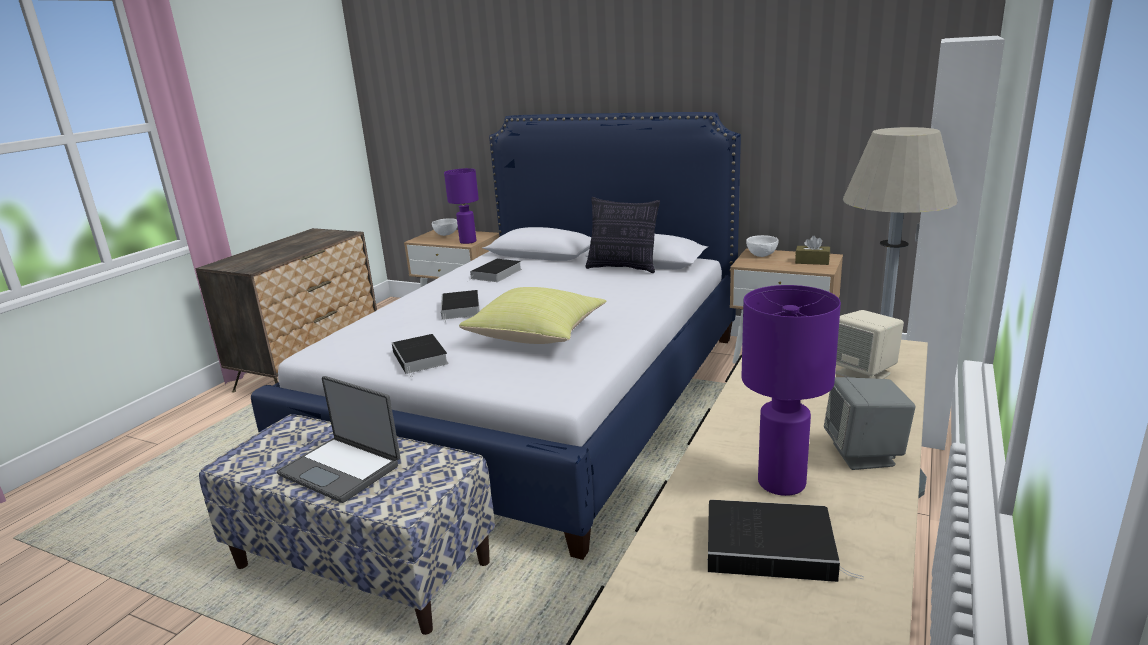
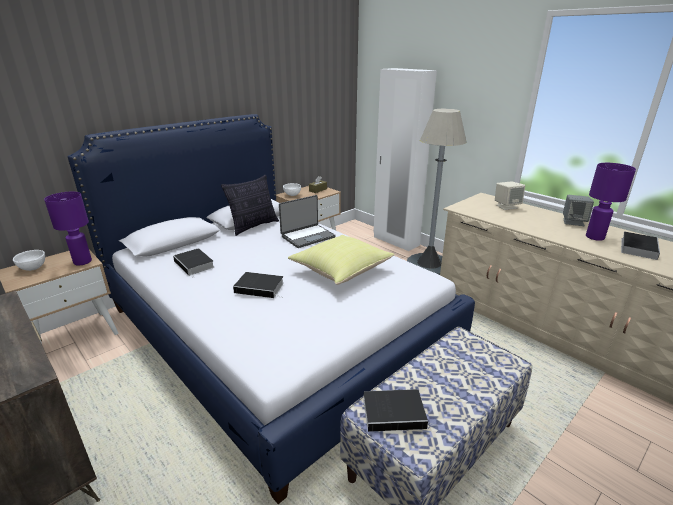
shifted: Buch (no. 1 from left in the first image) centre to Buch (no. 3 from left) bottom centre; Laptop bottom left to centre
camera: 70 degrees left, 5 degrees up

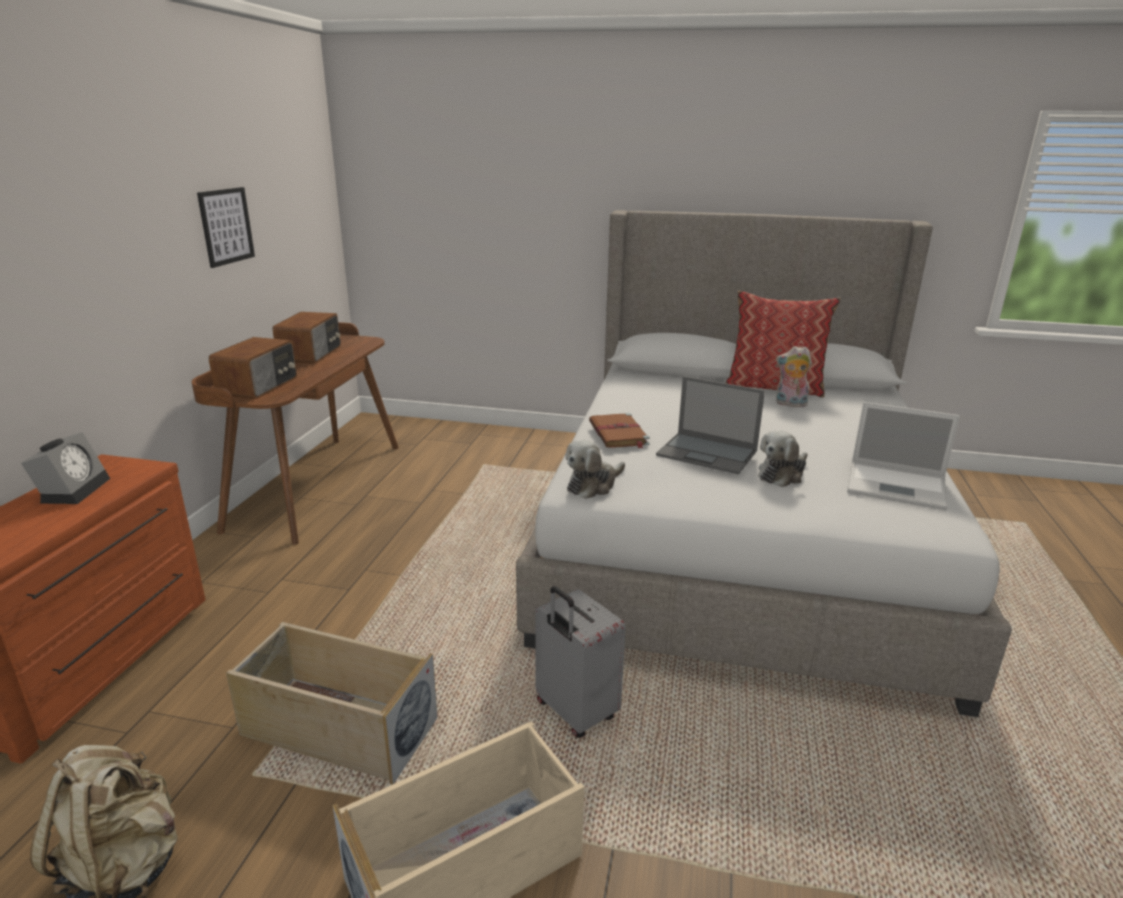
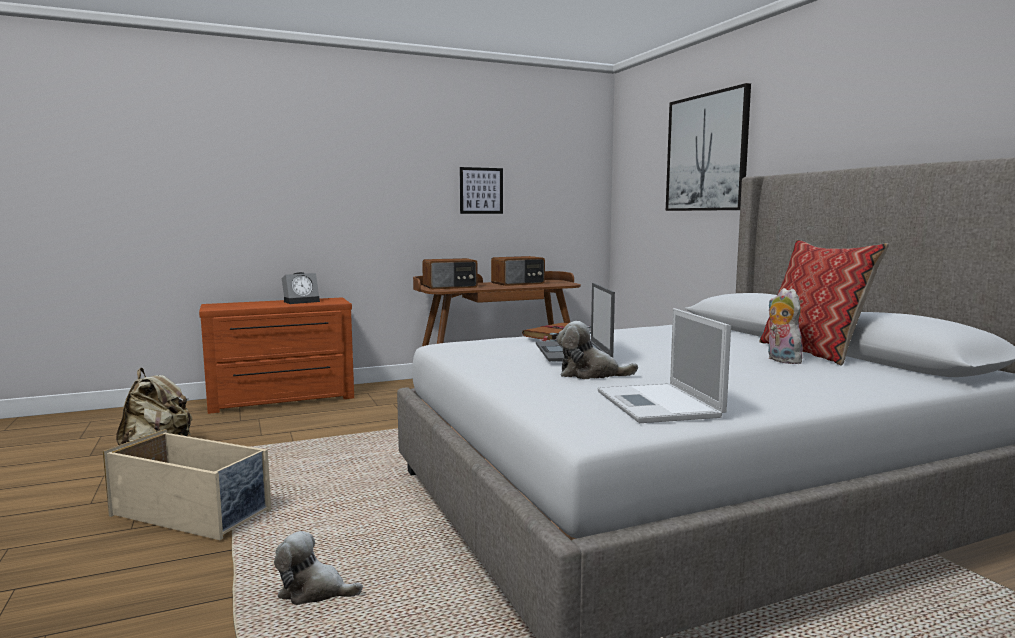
gone: Koffer (grau) bottom centre; Aufbewahrungsbox (beige) (no. 1 from left) bottom left
new: Bild (no. 2 from left) top right
shifted: Plüschtier (no. 1 from left) centre to bottom left
camera: 55 degrees right, 15 degrees down

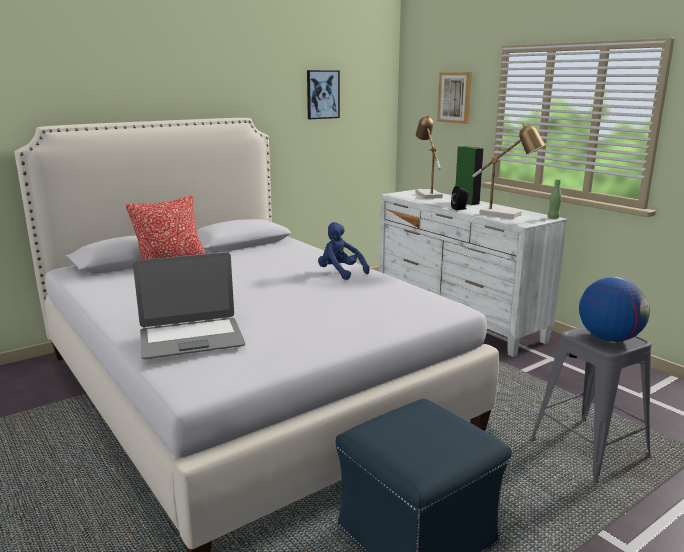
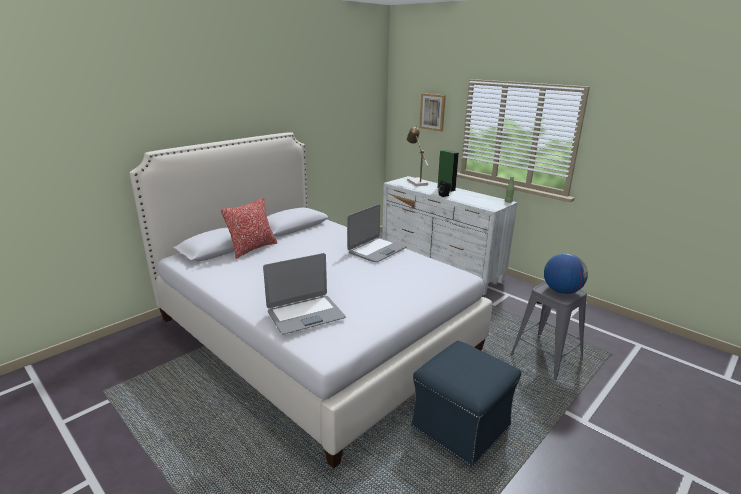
gone: Bild (no. 1 from left) top centre; Tischlampe (no. 2 from left) top right
swapped: Plüschtier (blau) centre to Laptop (no. 2 from left) centre
camera: 10 degrees left, 5 degrees up

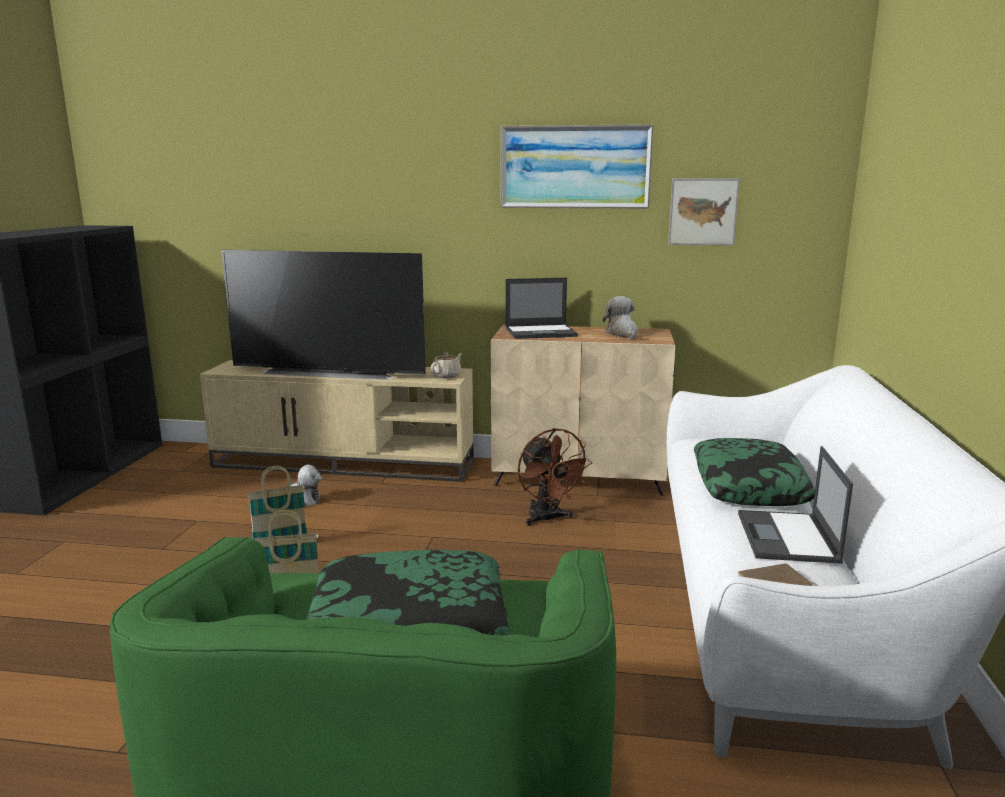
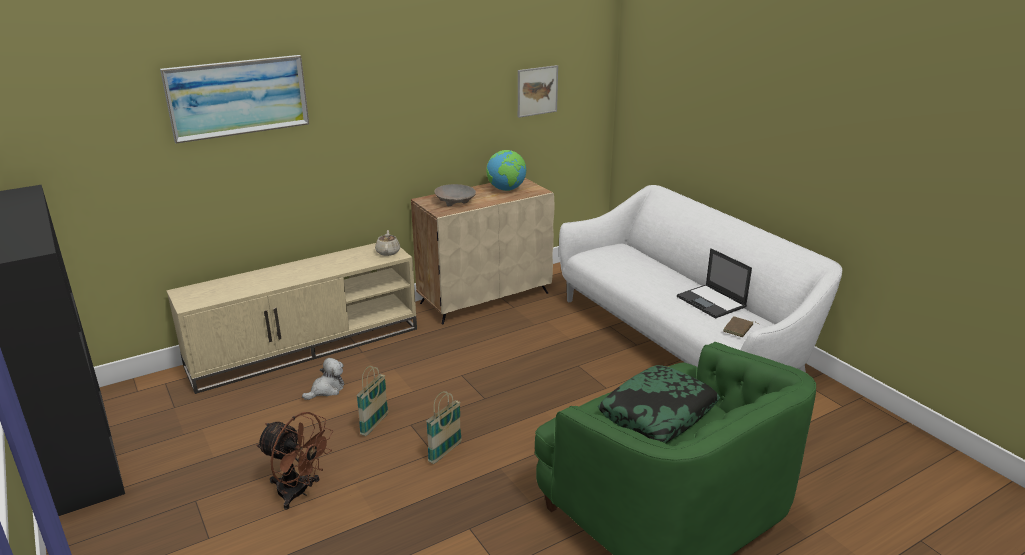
gone: Fernseher middle left; Kissen (no. 2 from left) middle right
shifted: Bild (no. 1 from left) top centre to top left; Ventilator (braun) centre to bottom left
swapped: Laptop (no. 1 from left) centre to Schüssel (beige) centre; Plüschtier (no. 2 from left) centre to Globus top centre
camera: 40 degrees left, 10 degrees up

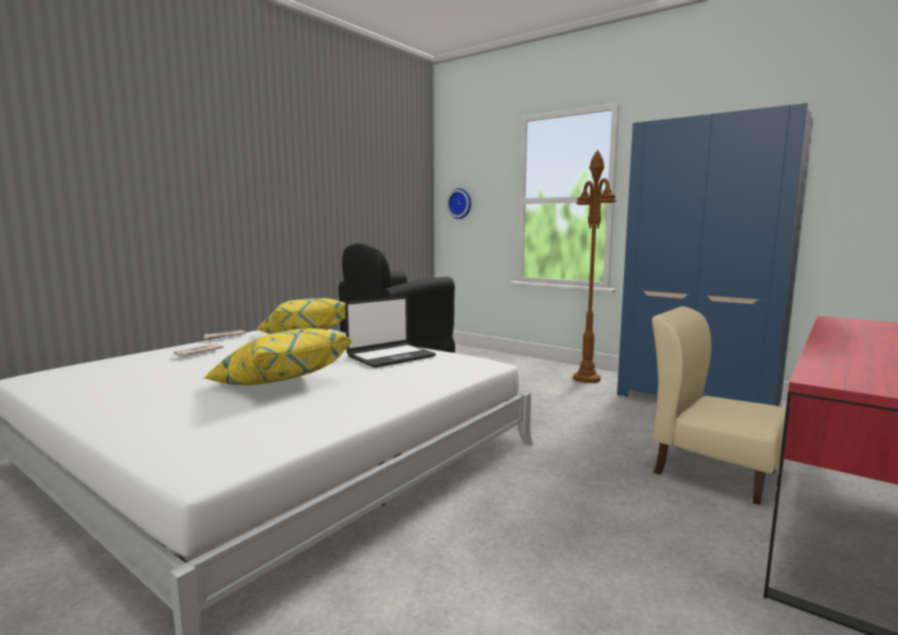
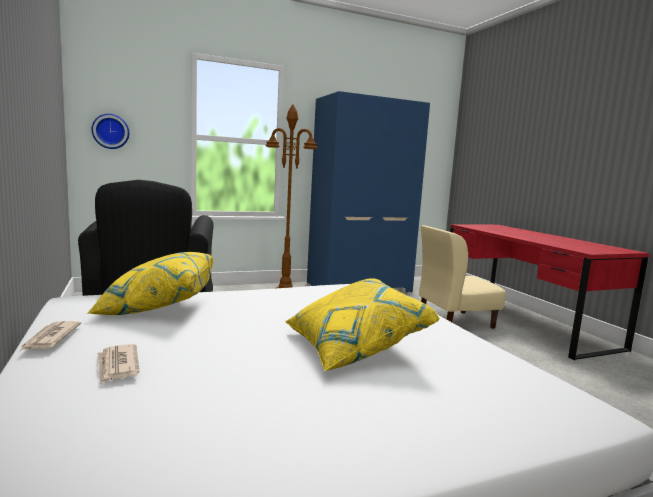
gone: Laptop centre
camera: 60 degrees left, 0 degrees up

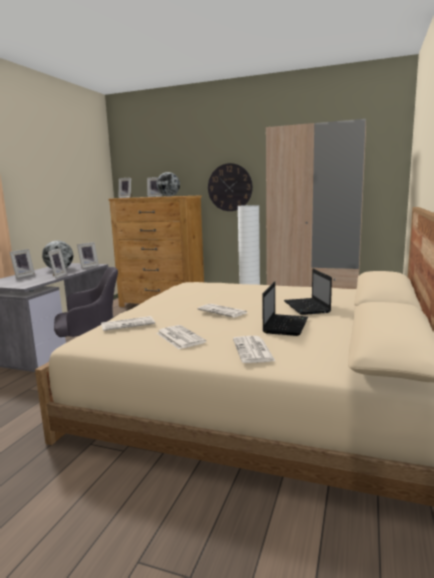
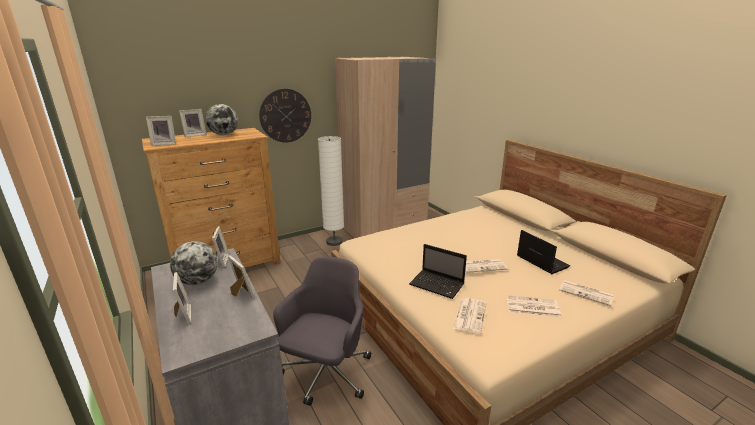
shifted: Laptop (no. 2 from left in the first image) middle right to Laptop (no. 1 from left) centre
camera: 50 degrees left, 10 degrees up

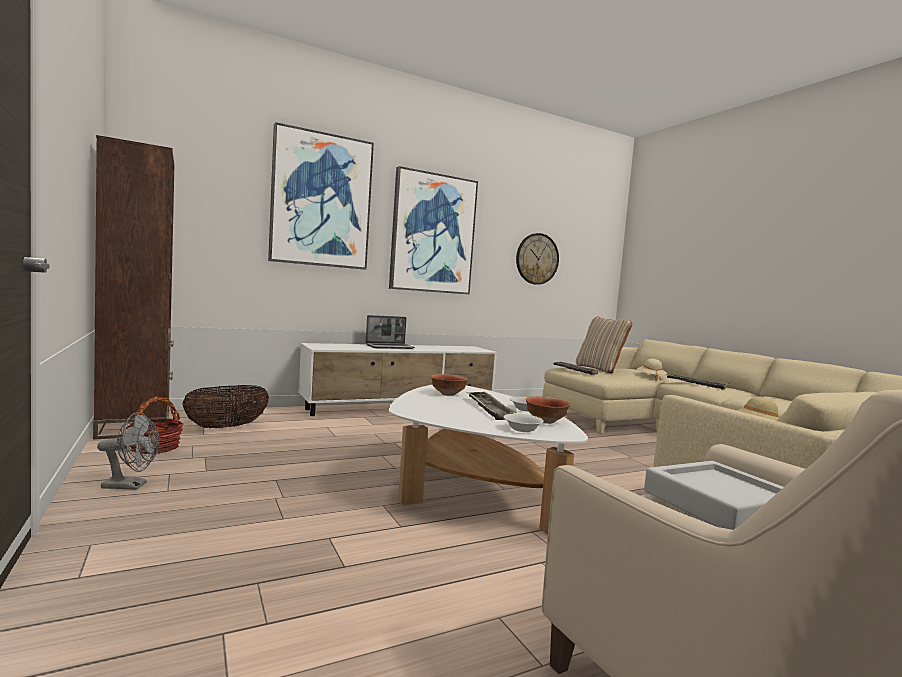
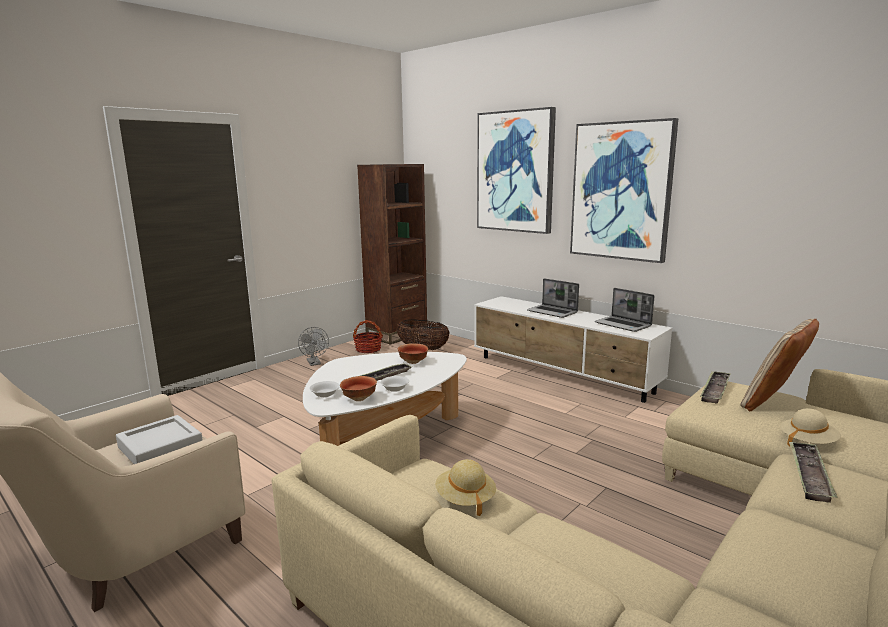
gone: Wanduhr centre
new: Laptop (no. 2 from left) middle right
camera: 70 degrees right, 10 degrees up

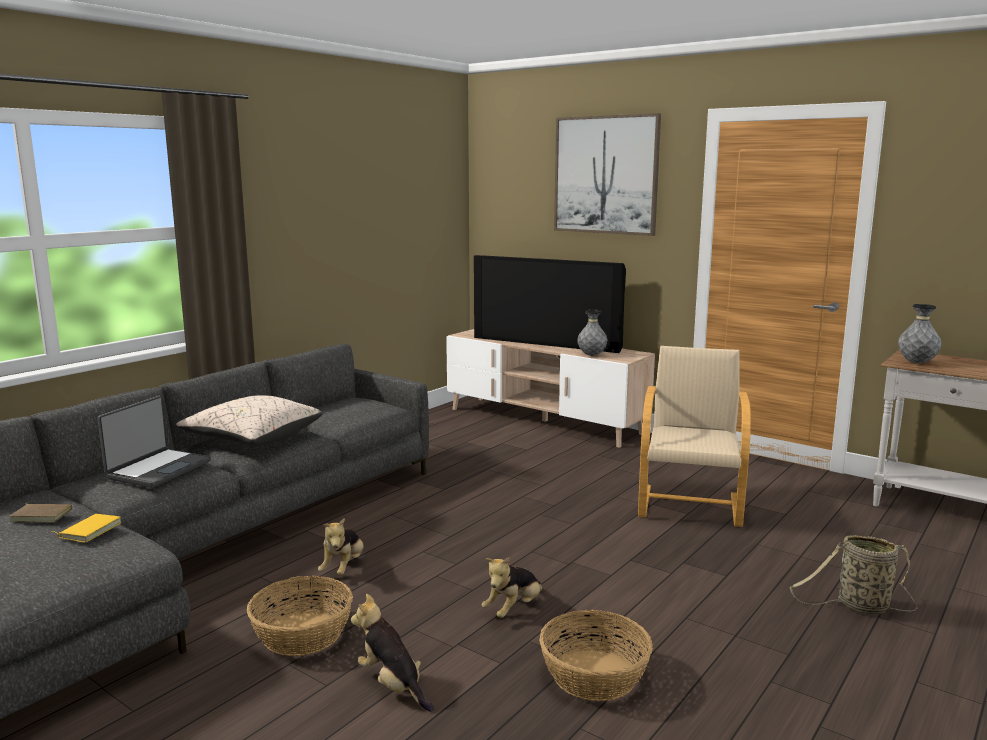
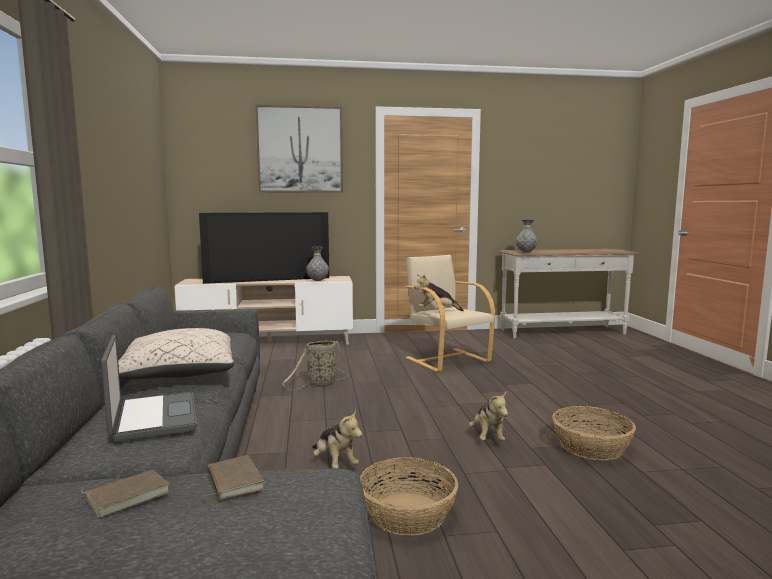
shifted: Korb (no. 3 from left in the first image) bottom right to Korb (no. 1 from left) centre; Plüschtier (no. 2 from left) bottom centre to centre
repainted: Buch (gelb) bottom left to Buch (braun) (no. 2 from left) bottom left
camera: 45 degrees left, 5 degrees down

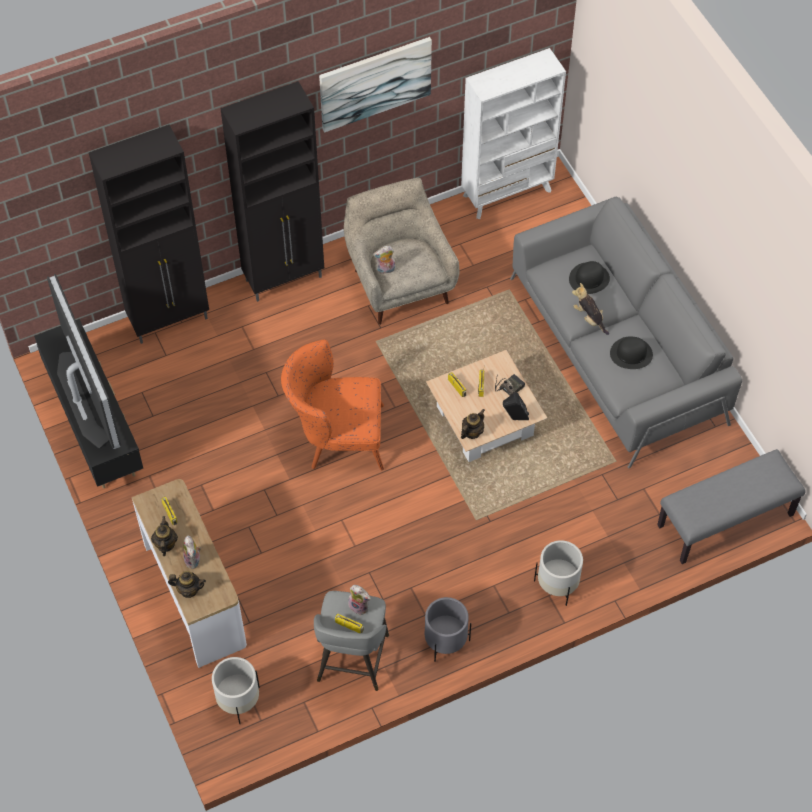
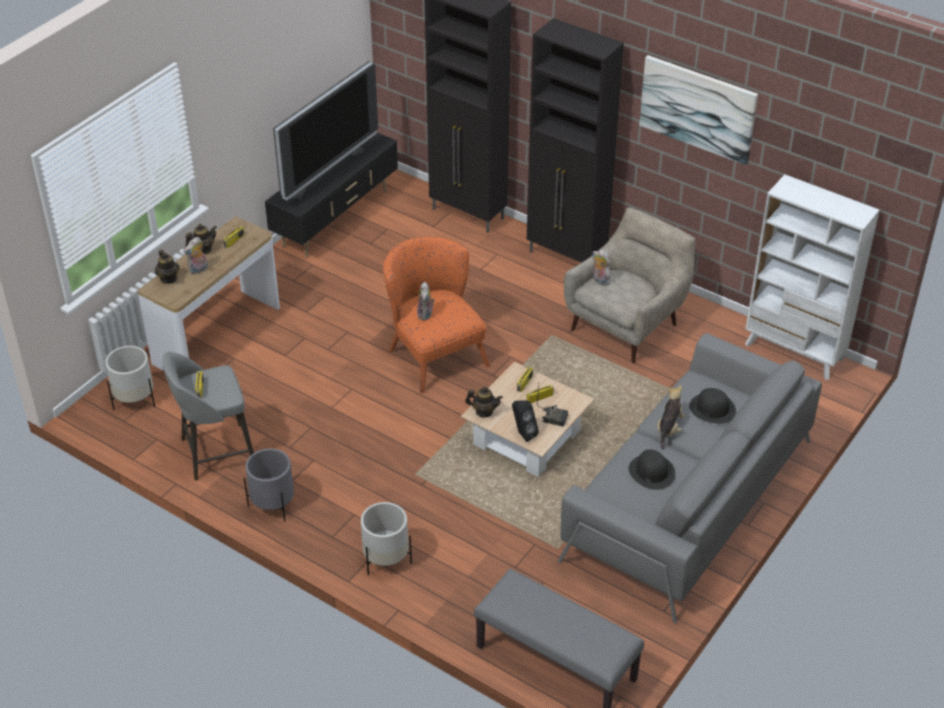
shifted: Plüschtier (no. 2 from left) bottom centre to centre
camera: 60 degrees right, 15 degrees down

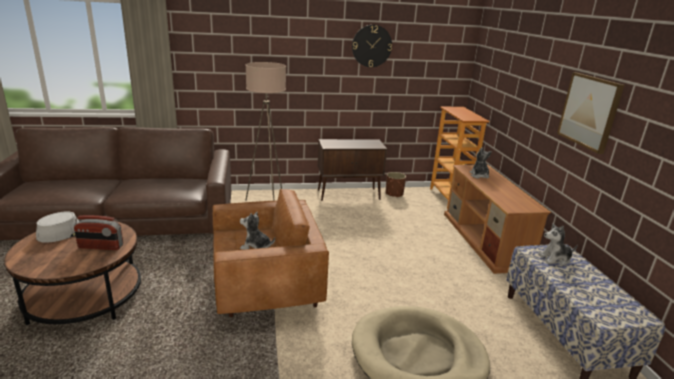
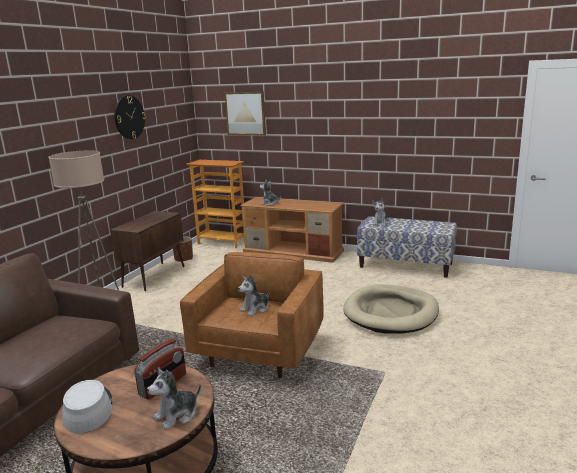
new: Plüschtier (no. 1 from left) bottom left
shifted: Bild top right to top centre
camera: 55 degrees left, 5 degrees down

